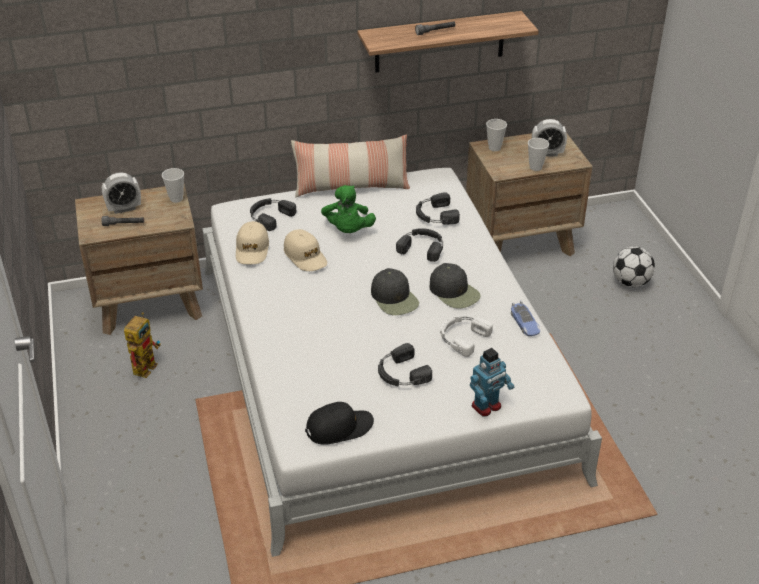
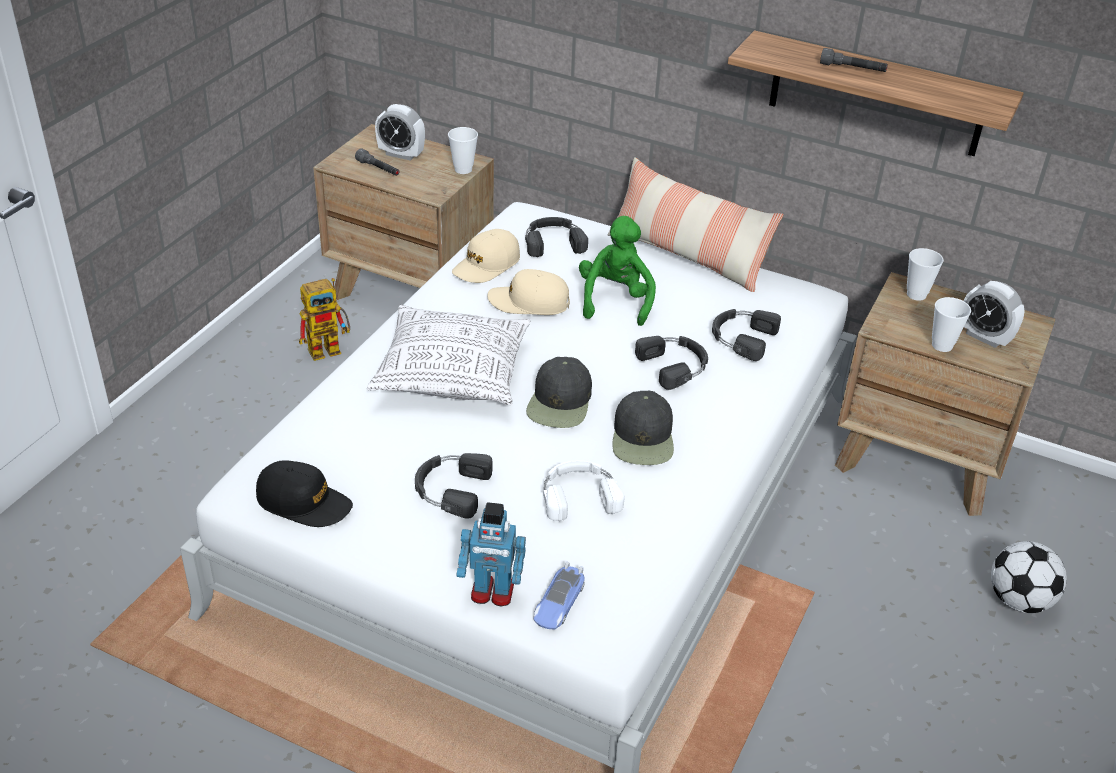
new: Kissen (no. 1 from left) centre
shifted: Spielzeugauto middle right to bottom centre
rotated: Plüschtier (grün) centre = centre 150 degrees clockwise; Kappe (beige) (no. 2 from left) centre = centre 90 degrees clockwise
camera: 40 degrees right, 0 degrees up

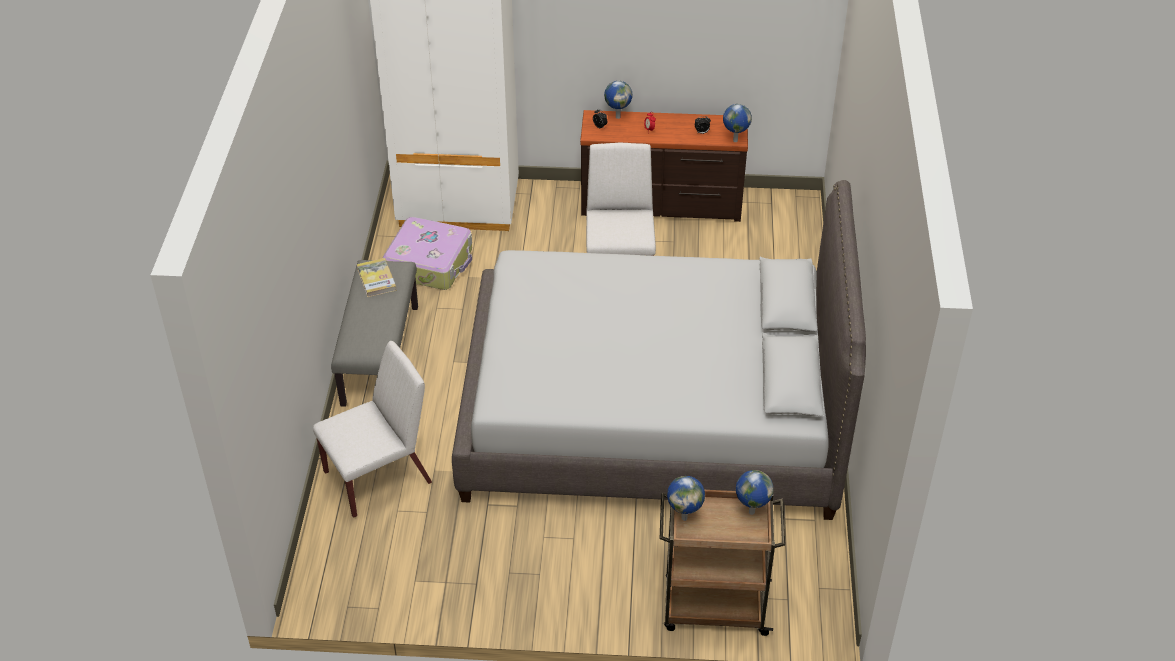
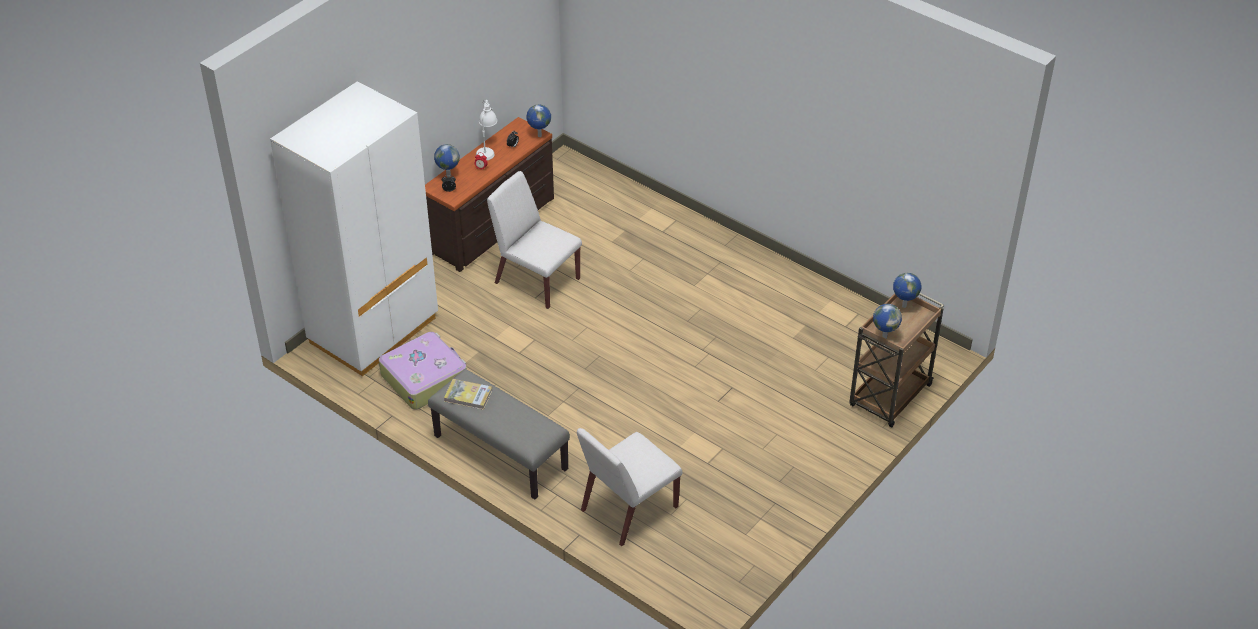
gone: Bett (grau) centre
new: Tischlampe (weiß) top centre
rotated: Stuhl (weiß) (no. 1 from left in the first image) middle left = bottom centre 135 degrees counterclockwise
camera: 55 degrees left, 0 degrees up

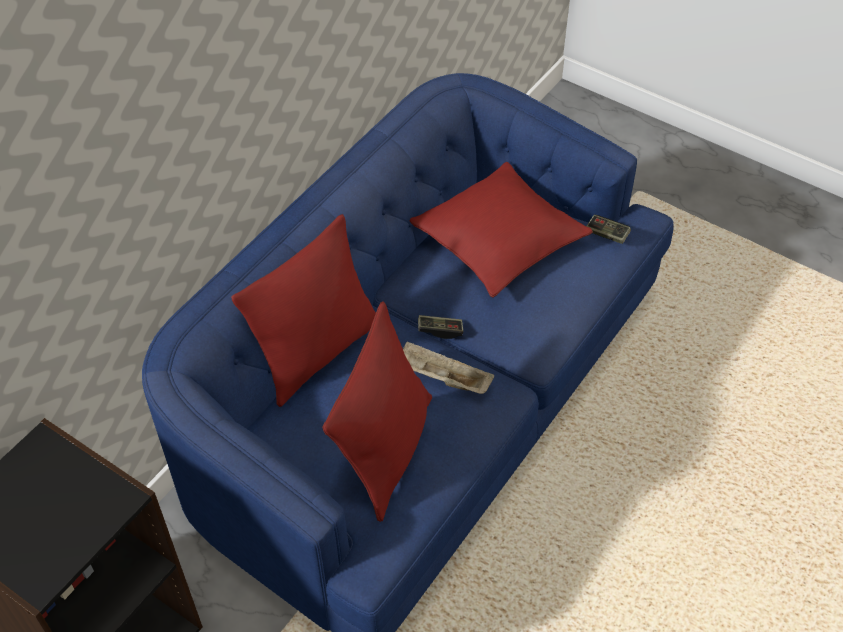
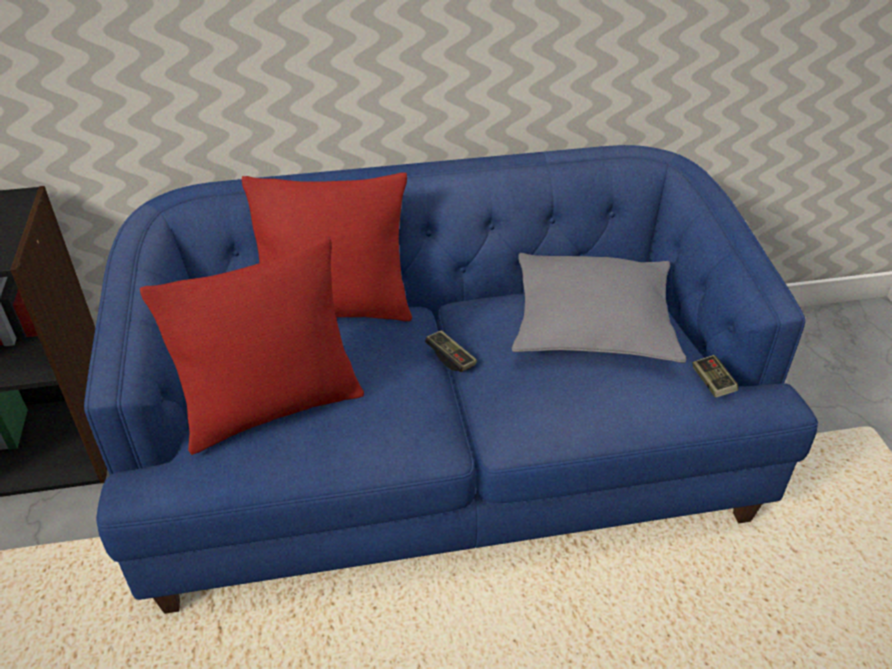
gone: Tablett (beige) centre
repainted: Kissen (rot) (no. 3 from left) centre to Kissen (grau) middle right
camera: 45 degrees right, 10 degrees down

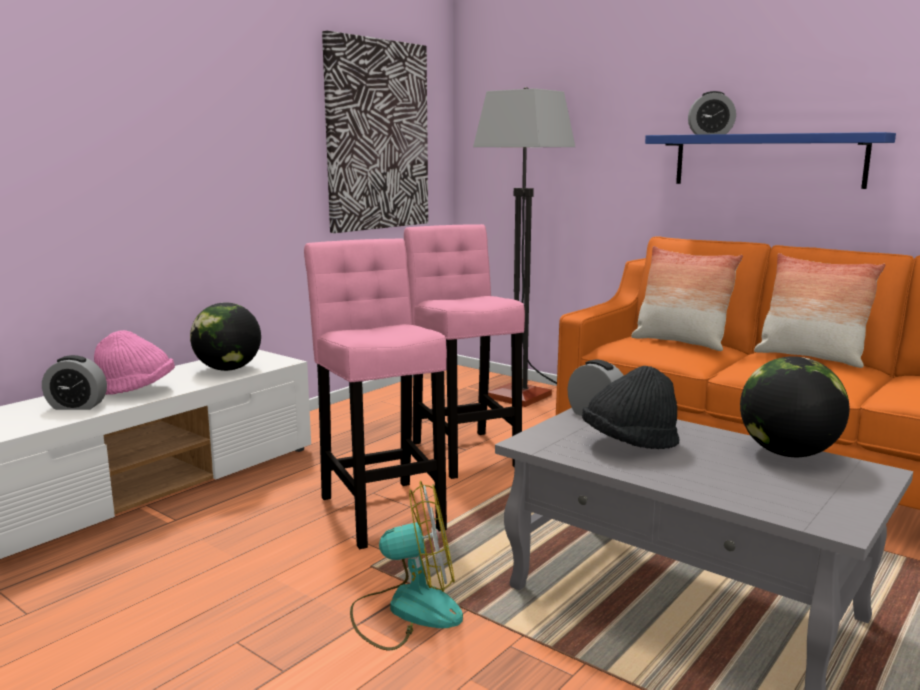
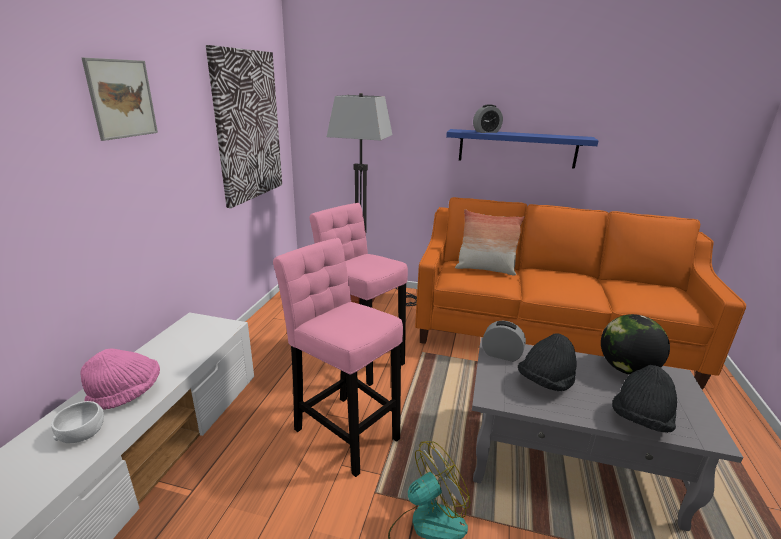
gone: Kissen (no. 2 from left) middle right; Globus (no. 1 from left) middle left
new: Bild (no. 1 from left) top left; Hut (schwarz) (no. 2 from left) bottom right
swapped: Wecker (no. 1 from left) middle left to Schüssel (weiß) bottom left
camera: 25 degrees left, 10 degrees up

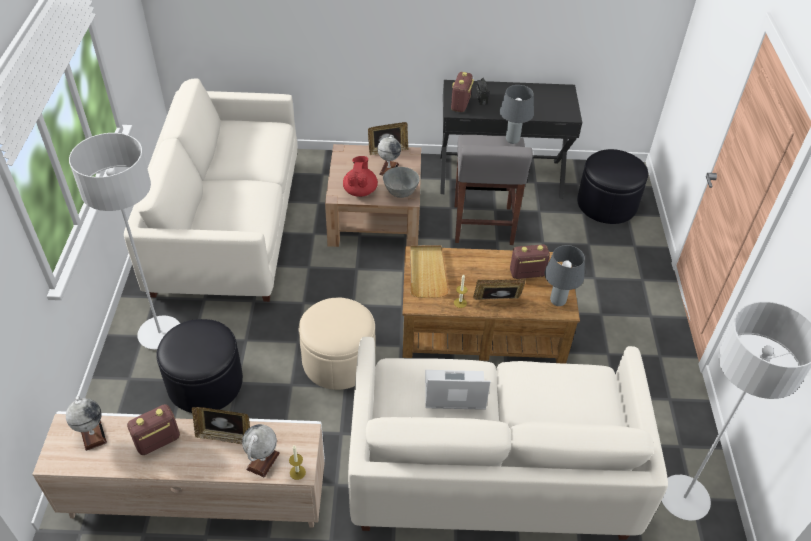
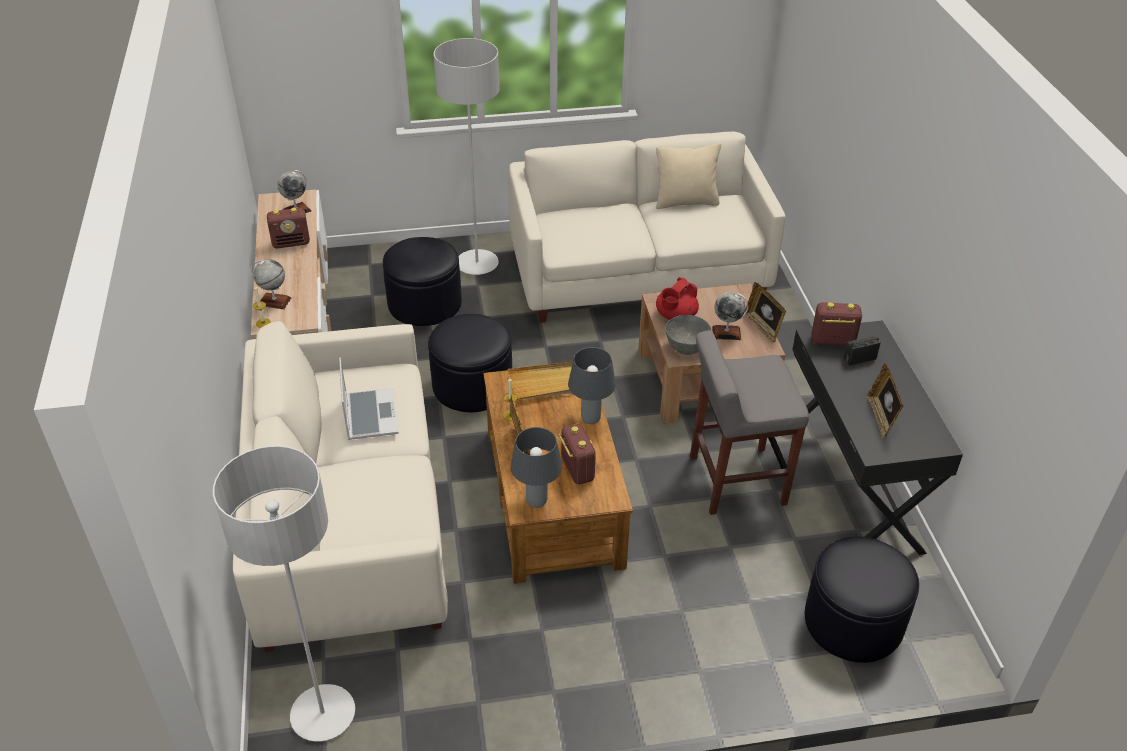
new: Kissen (beige) top centre
shifted: Tischlampe (grau) (no. 1 from left in the first image) top centre to Tischlampe (grau) (no. 2 from left) centre; Bilderrahmen (no. 1 from left in the first image) bottom left to Bilderrahmen (no. 3 from left) middle right
repainted: Polsterhocker (beige) centre to Polsterhocker (schwarz) (no. 2 from left) centre
rotated: Teekanne (rot) top centre = centre 135 degrees clockwise; Radio (no. 1 from left) bottom left = top left 120 degrees clockwise
camera: 80 degrees right, 5 degrees down

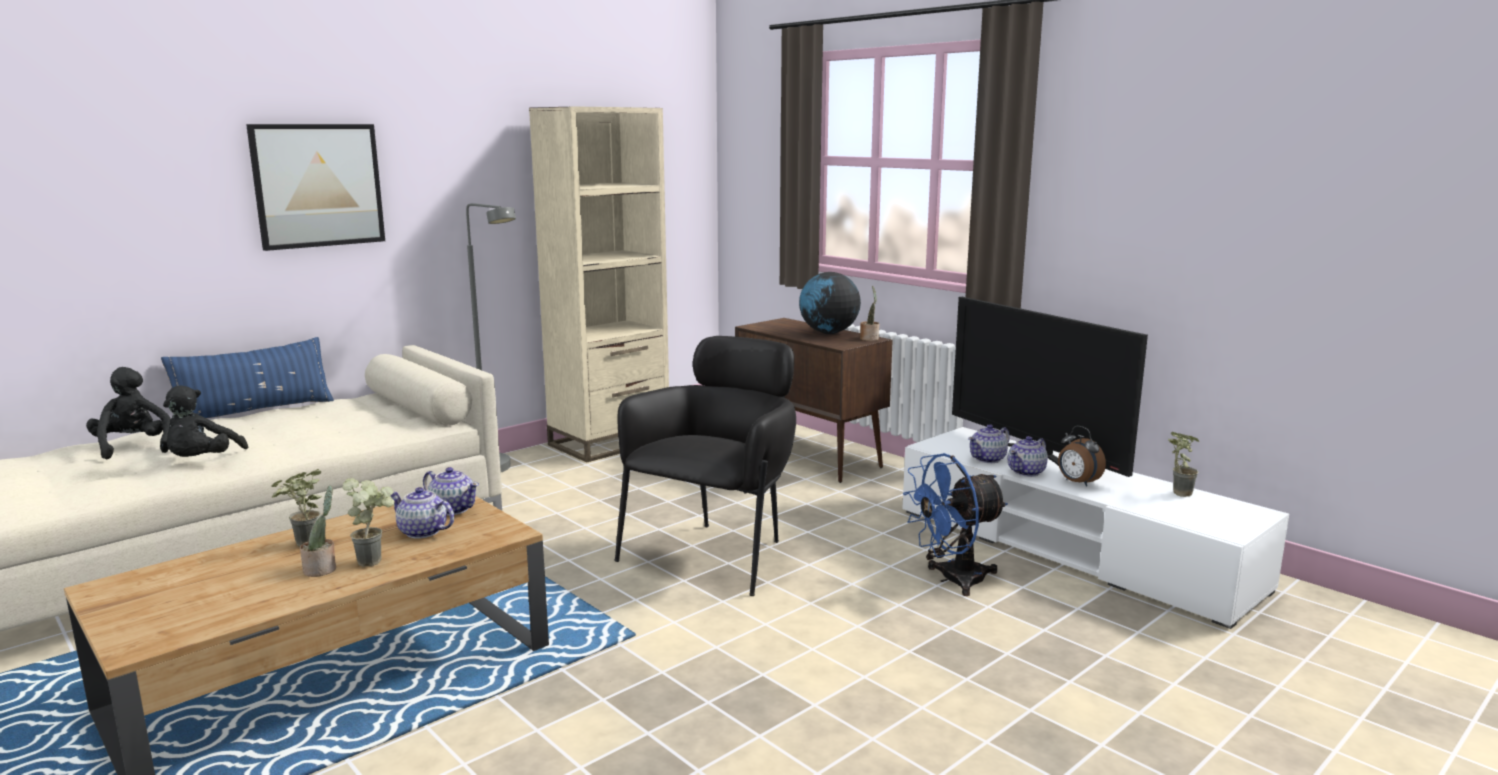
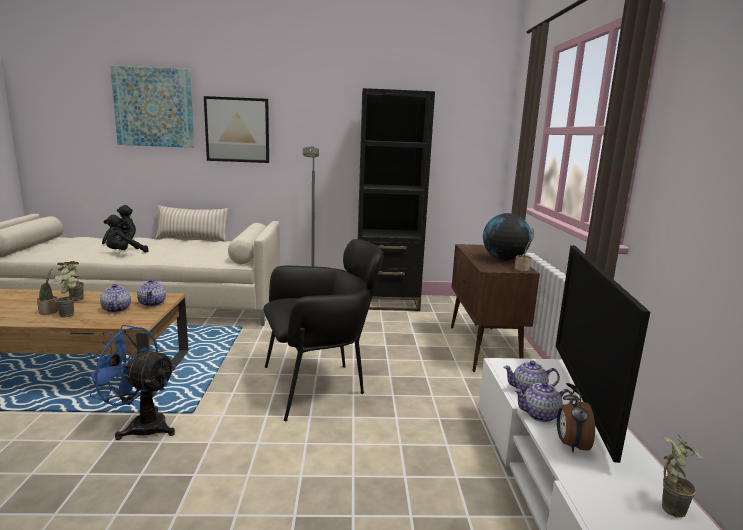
new: Bild (no. 1 from left) top left
shifted: Ventilator (blau) bottom centre to bottom left
repainted: Bücherregal (beige) centre to Bücherregal (schwarz) centre; Kissen (blau) middle left to Kissen (beige) middle left
camera: 40 degrees right, 0 degrees up

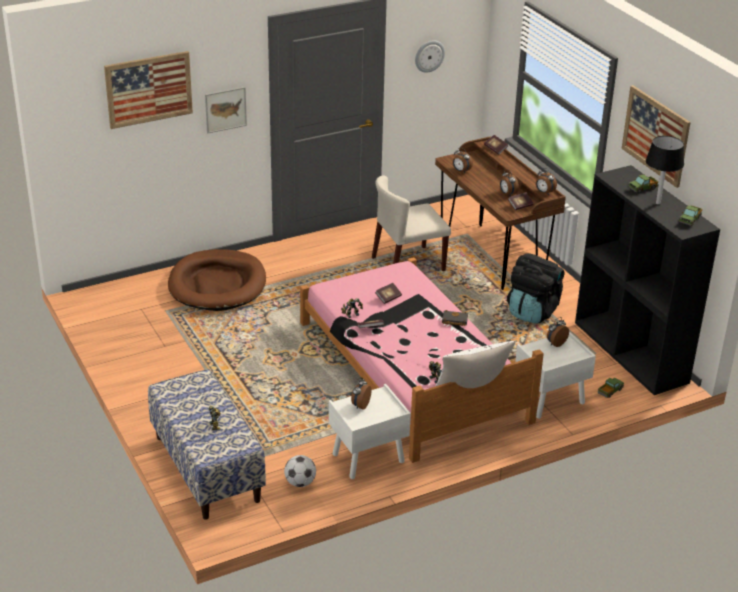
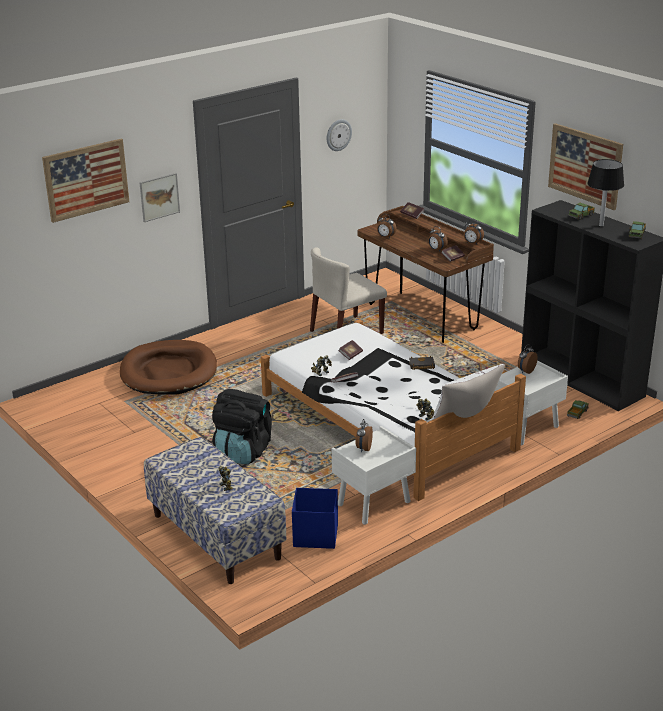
shifted: Rucksack (schwarz) middle right to centre
swapped: Fußball bottom centre to Aufbewahrungsbox (blau) bottom centre
repainted: Bett (rosa) centre to Bett (weiß) centre
camera: 10 degrees left, 5 degrees down

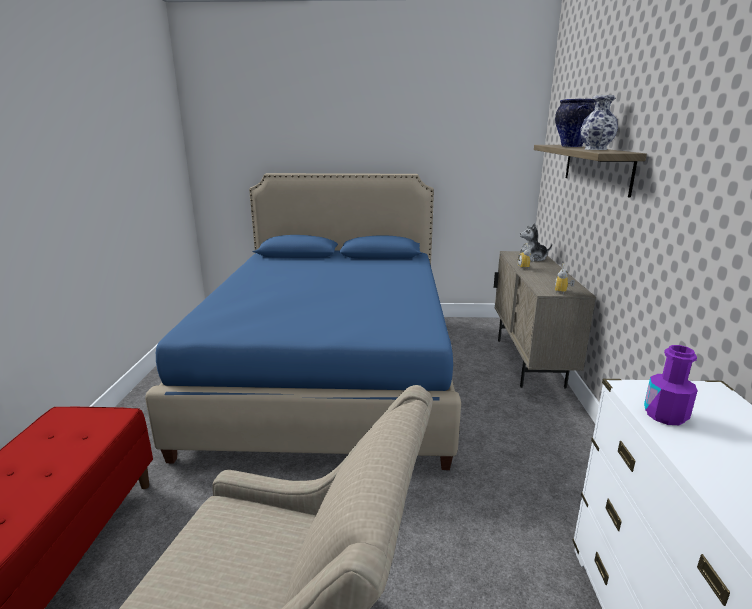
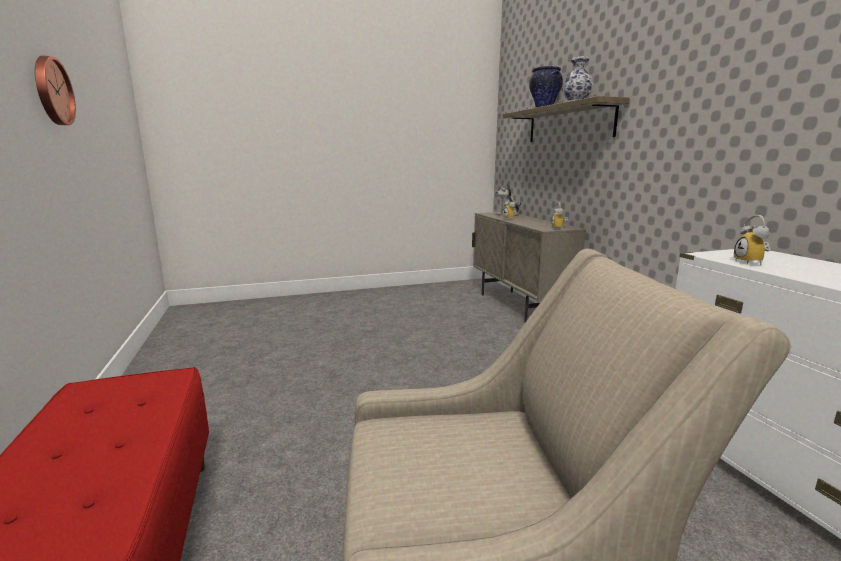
gone: Bett (blau) centre
new: Wanduhr top left
swapped: Flasche (lila) middle right to Wecker (no. 3 from left) middle right
camera: 20 degrees left, 5 degrees down

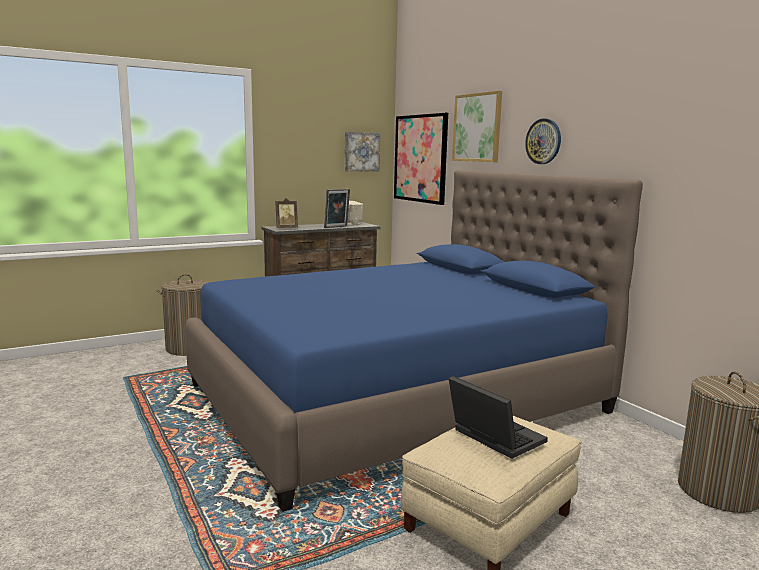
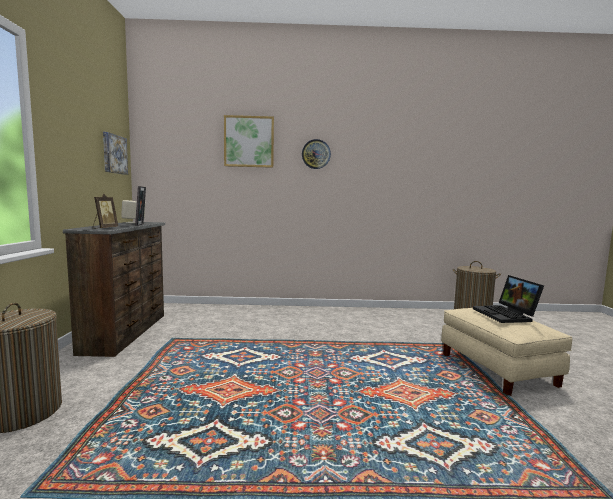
gone: Bild (no. 2 from left) top centre; Bett (blau) centre
rotated: Laptop bottom centre = middle right 90 degrees counterclockwise
camera: 60 degrees left, 5 degrees down

